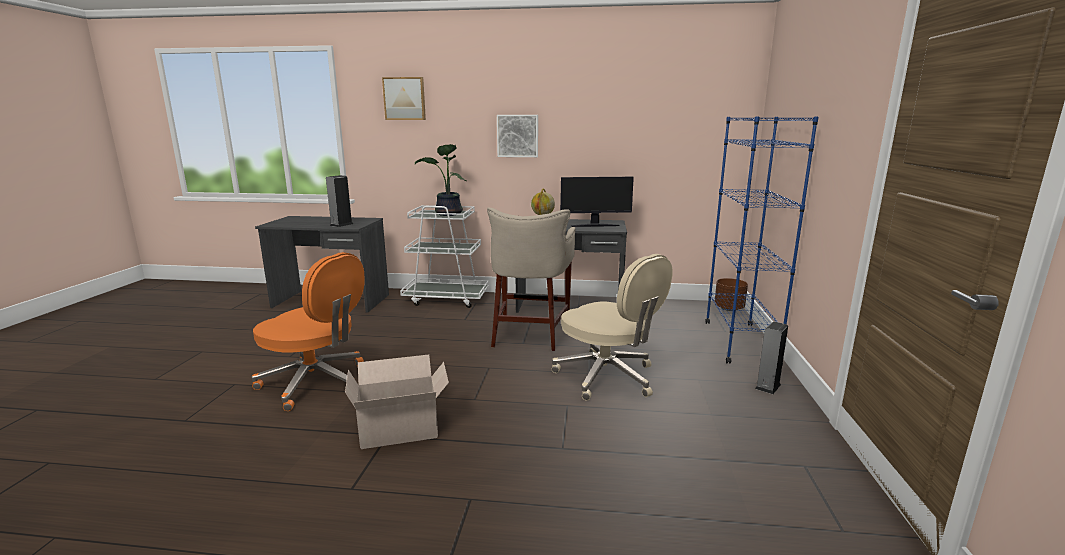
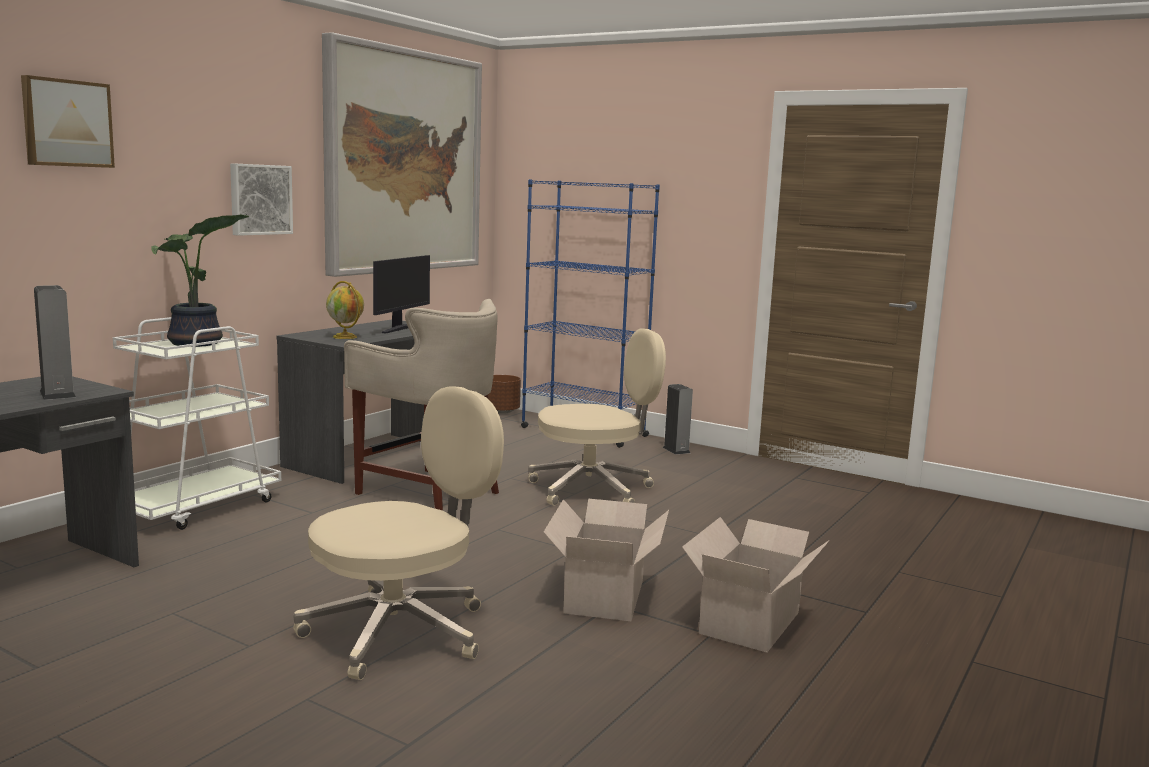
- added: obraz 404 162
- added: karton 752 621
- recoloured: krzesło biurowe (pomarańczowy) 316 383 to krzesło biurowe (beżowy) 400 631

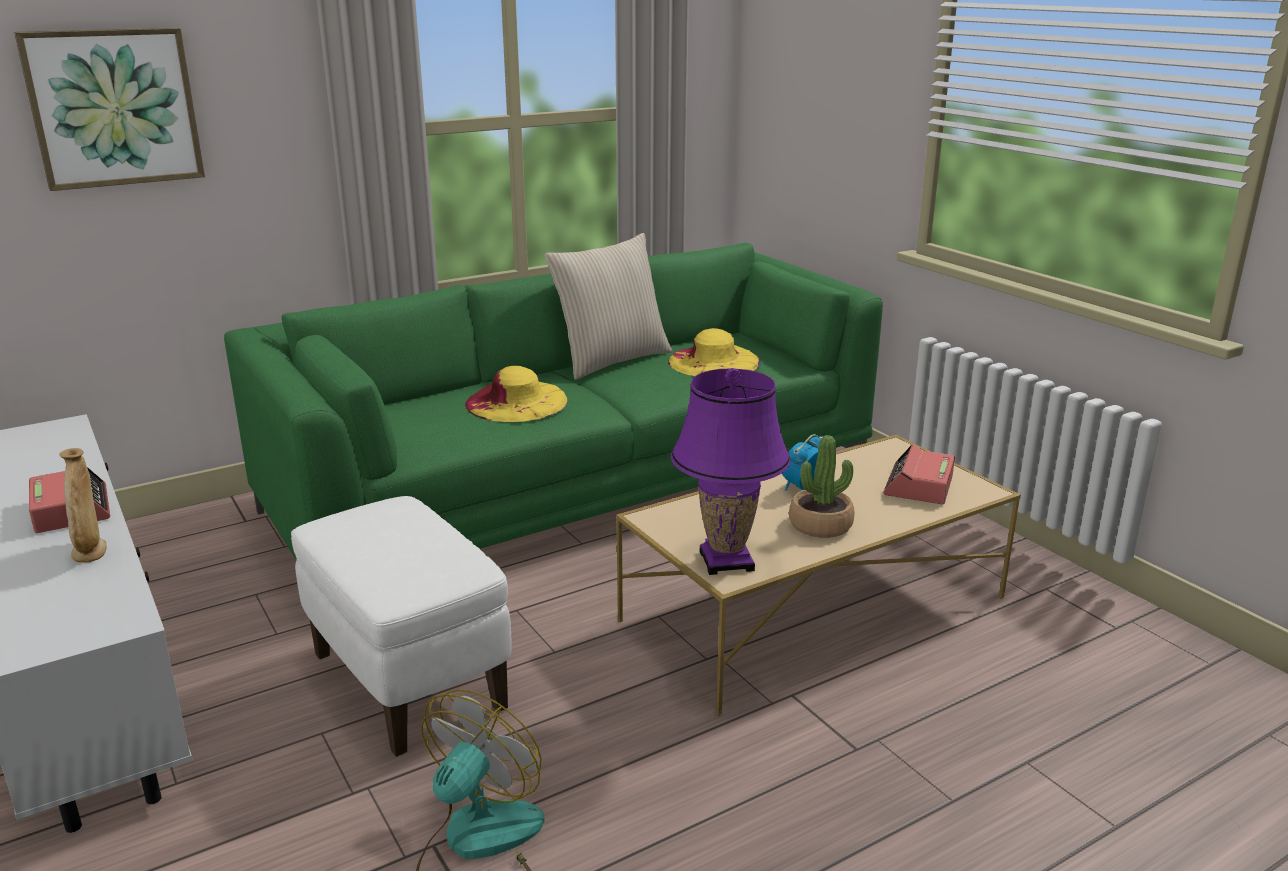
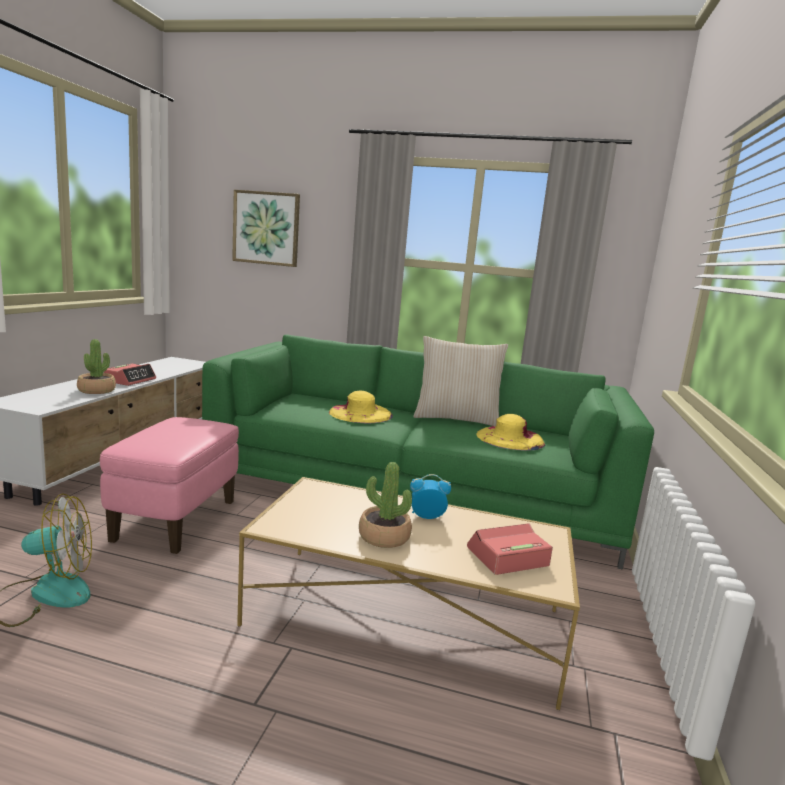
- removed: lampa stołowa (fioletowy) 726 561
- replaced: wazon (beżowy) 90 552 to roślina doniczkowa 97 390
- recoloured: pufa (biały) 407 681 to pufa (różowy) 176 520

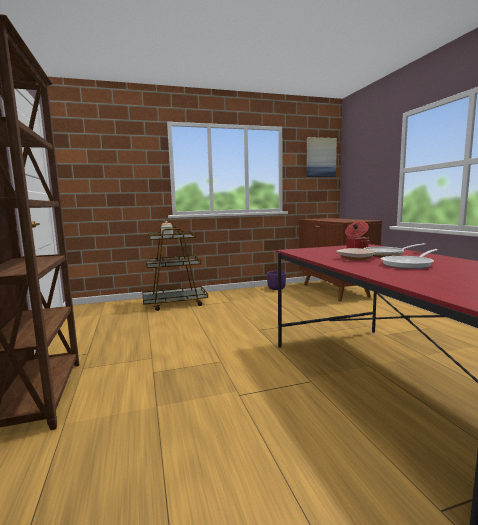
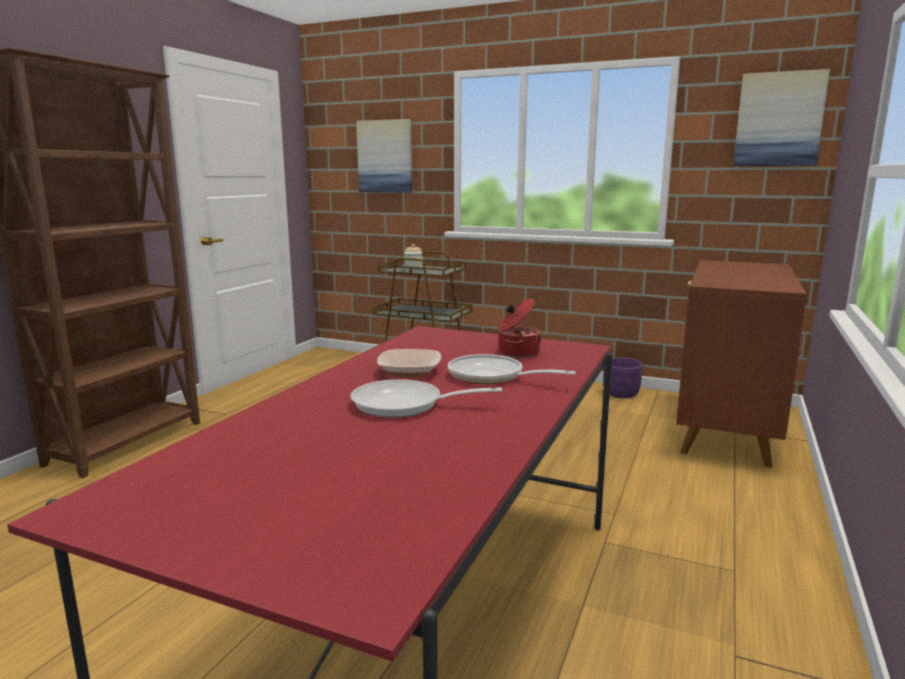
- added: obraz 385 156

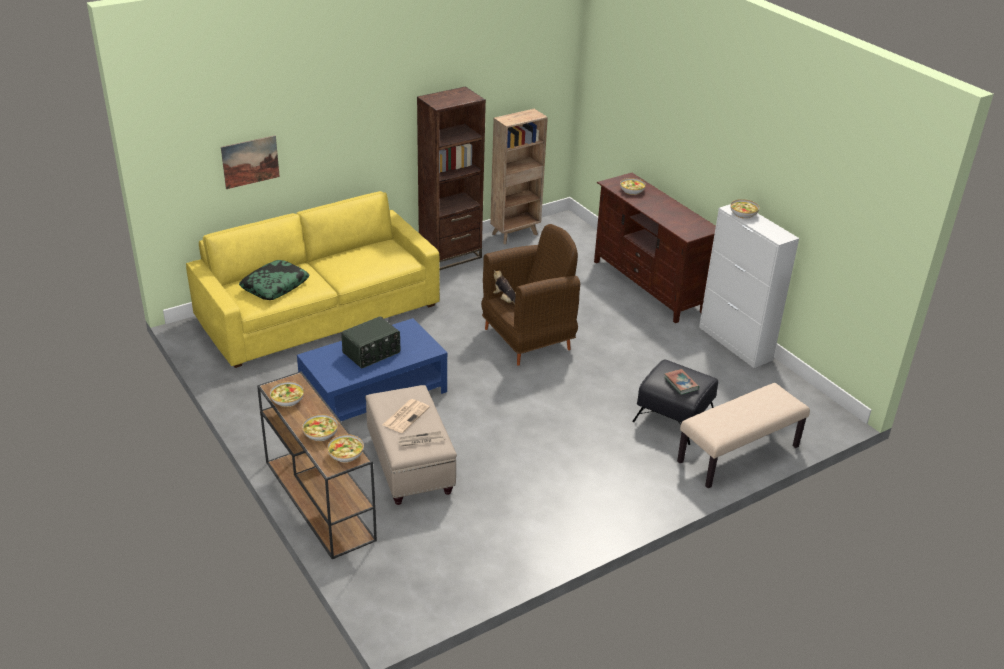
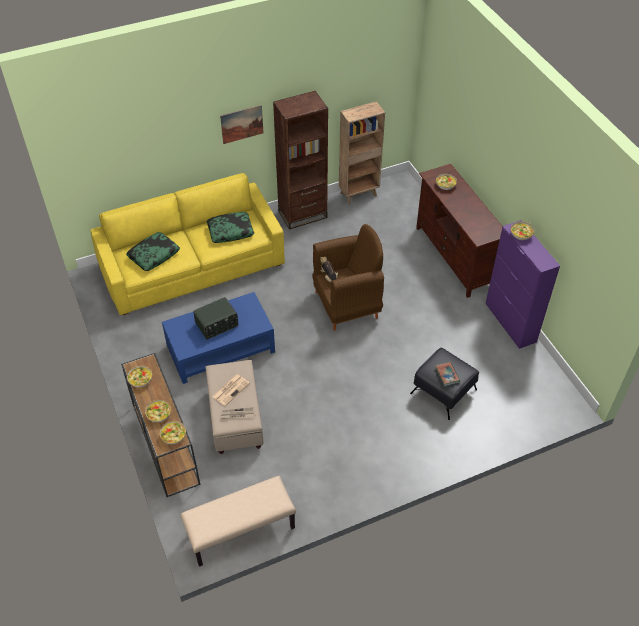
- added: poduszka 230 231
- moved: obraz 250 162 to 242 124
- moved: ławka (beżowy) 738 455 to 240 531
- recoloured: szafka (biały) 735 344 to szafka (fioletowy) 510 322

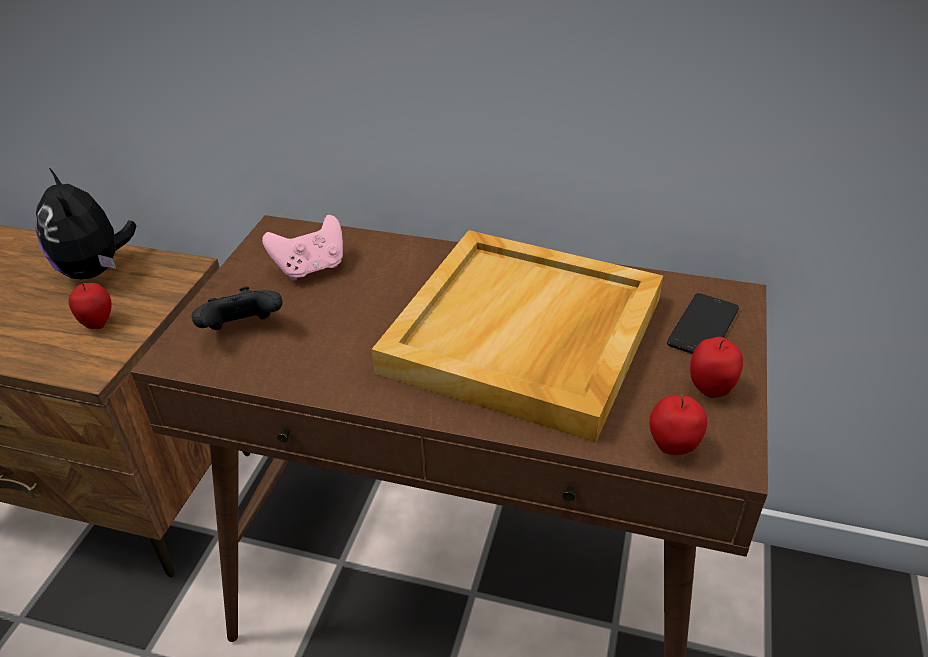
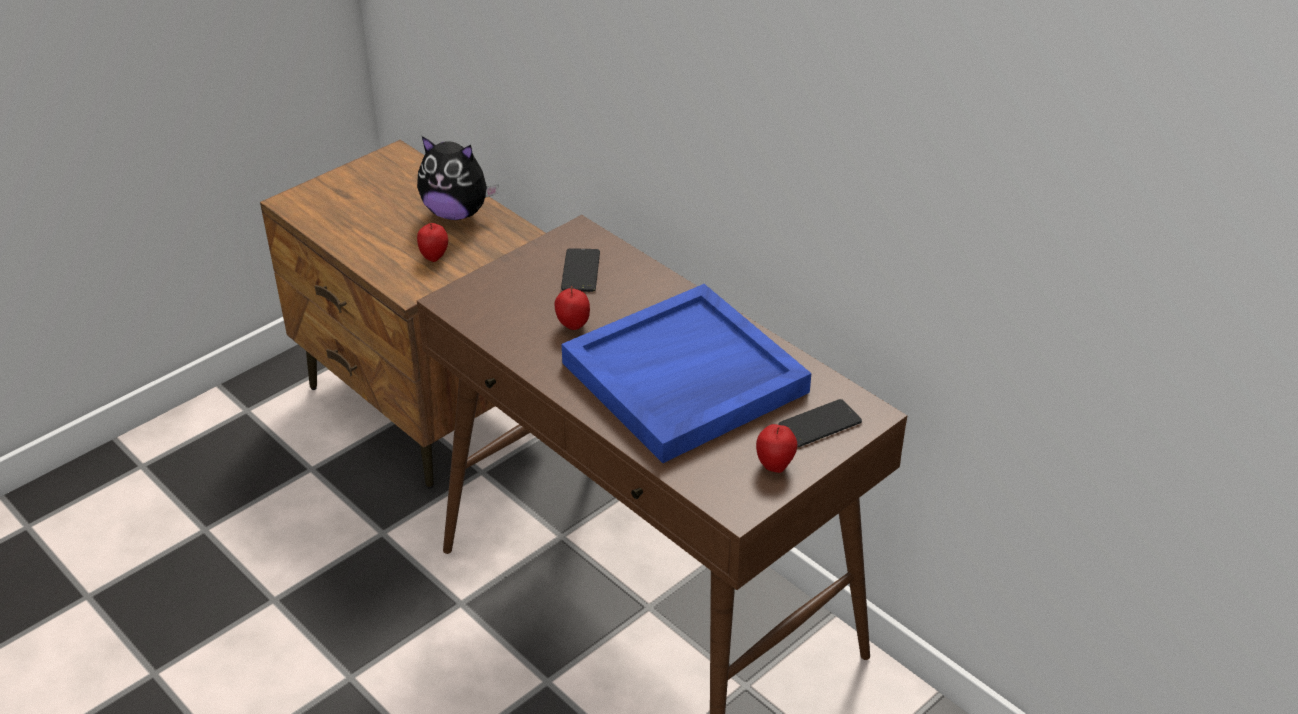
- removed: pad do gier (czarny) 242 330
- moved: jabłko 672 448 to 573 326
- replaced: pad do gier (różowy) 311 268 to telefon 580 271
- recoloured: taca (beżowy) 525 336 to taca (niebieski) 684 379
- turned: pluszak 96 271 = 457 213 75 degrees counterclockwise

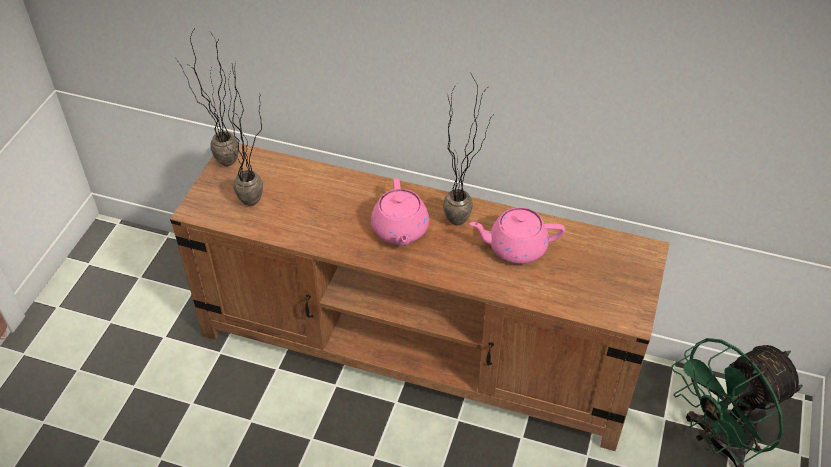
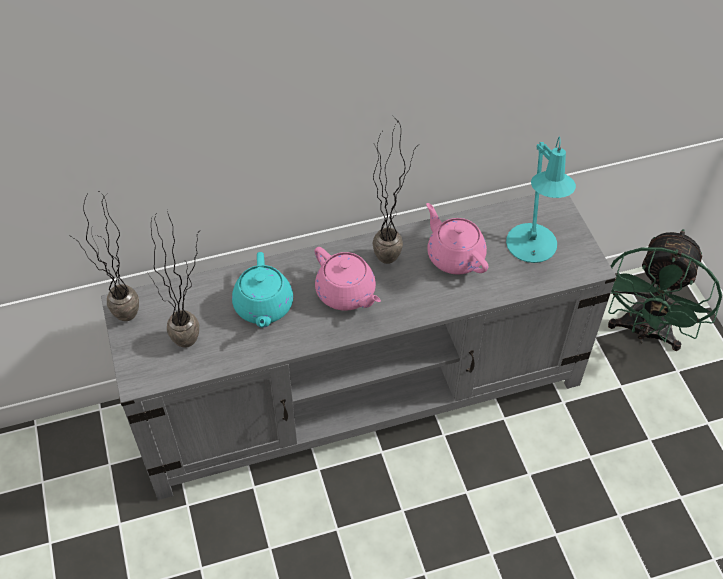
- added: imbryk (turkusowy) 263 307
- added: lampa stołowa (turkusowy) 532 249
- recoloured: szafka pod telewizor (brązowy) 418 348 to szafka pod telewizor (szary) 362 394
- turned: imbryk (różowy) 515 247 = 454 256 90 degrees clockwise

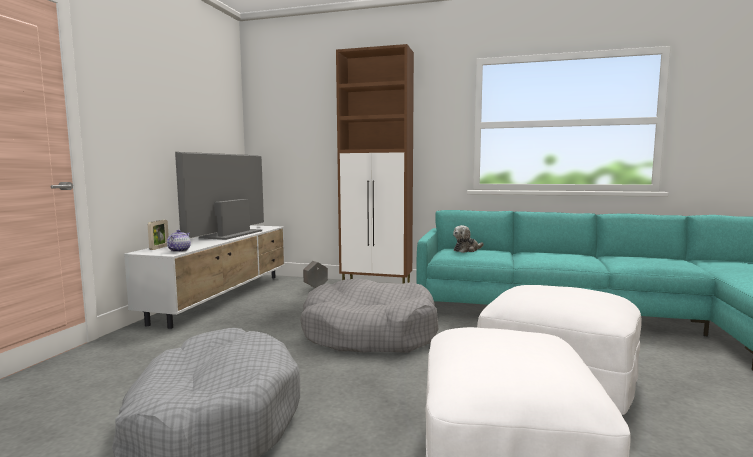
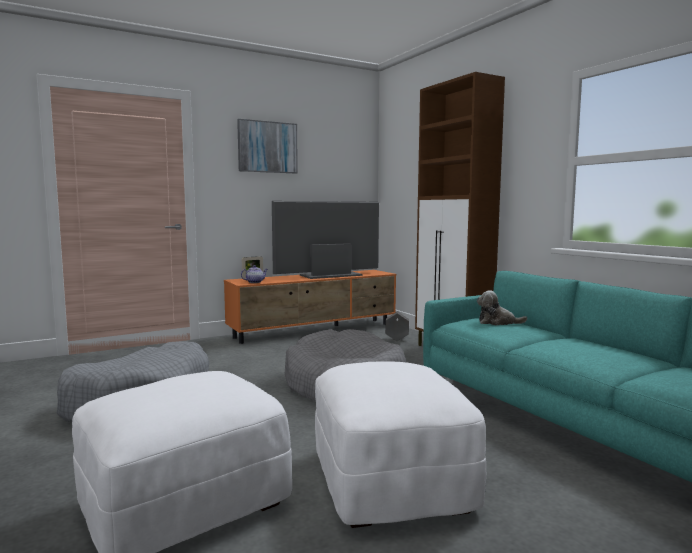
- added: obraz 267 147
- recoloured: szafka pod telewizor (biały) 223 297 to szafka pod telewizor (pomarańczowy) 315 331

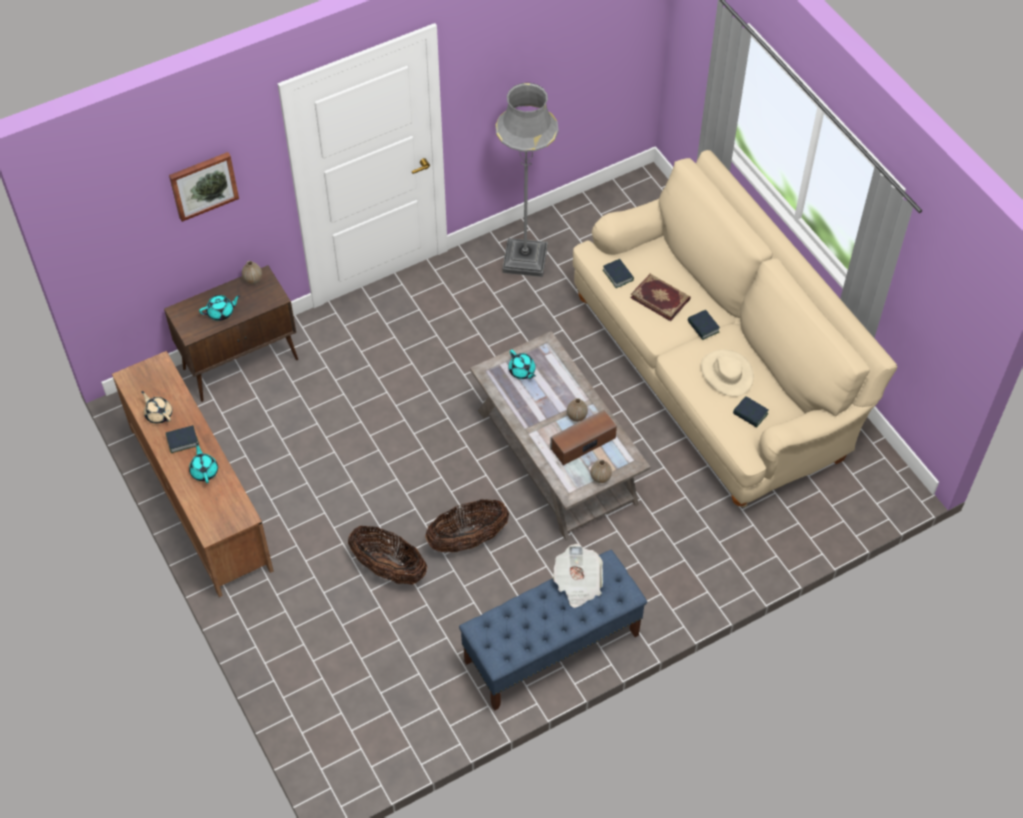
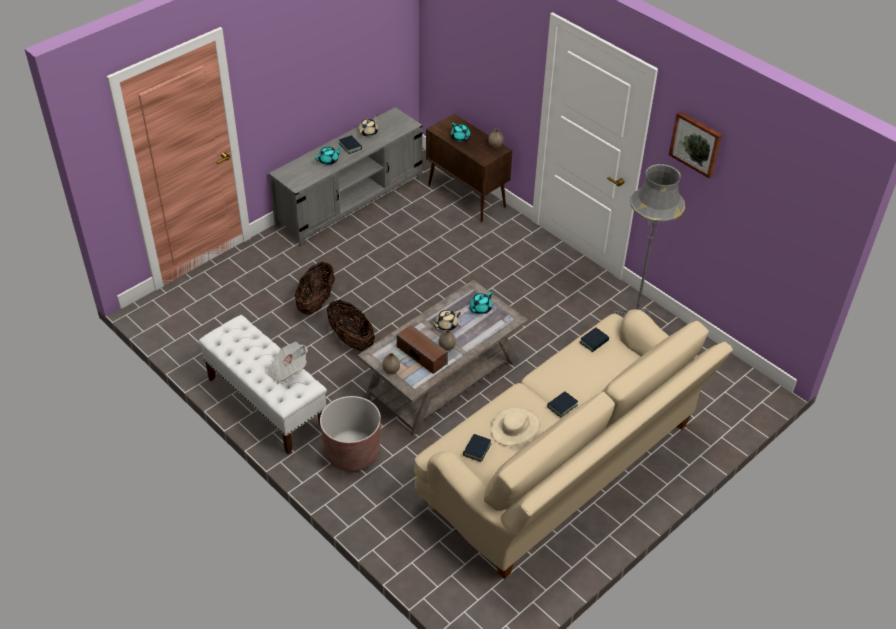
- removed: książka 660 298
- added: donica (brązowy) 352 453
- added: imbryk (beżowy) 446 325
- moved: obraz 203 185 to 696 143
- recoloured: szafka pod telewizor (brązowy) 199 496 to szafka pod telewizor (szary) 351 201
- recoloured: ławka (niebieski) 551 648 to ławka (biały) 266 403

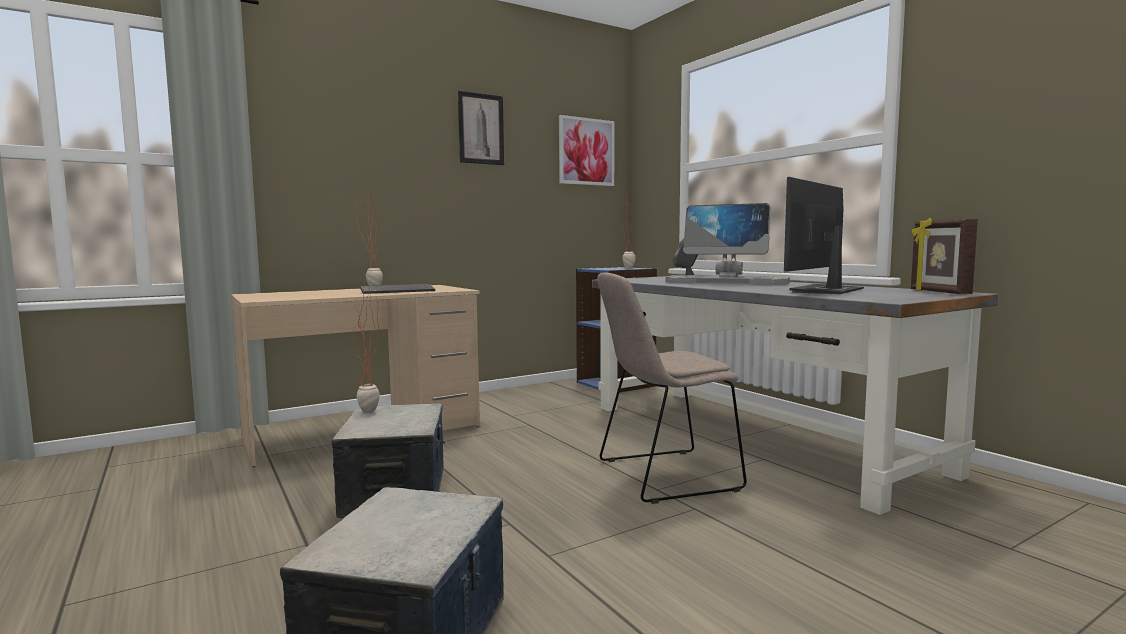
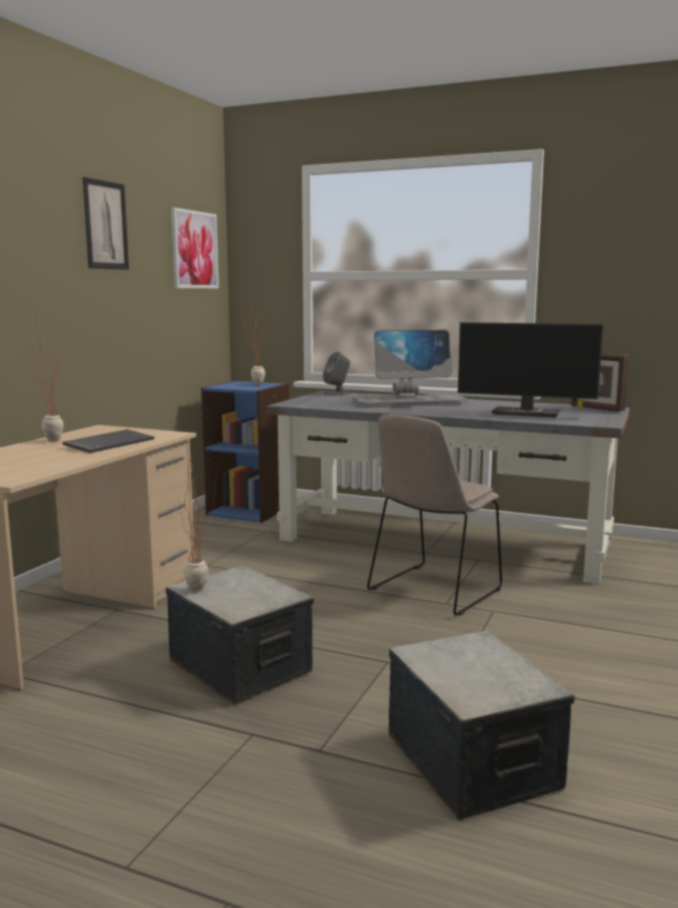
- turned: monitor 827 291 = 527 413 75 degrees counterclockwise

